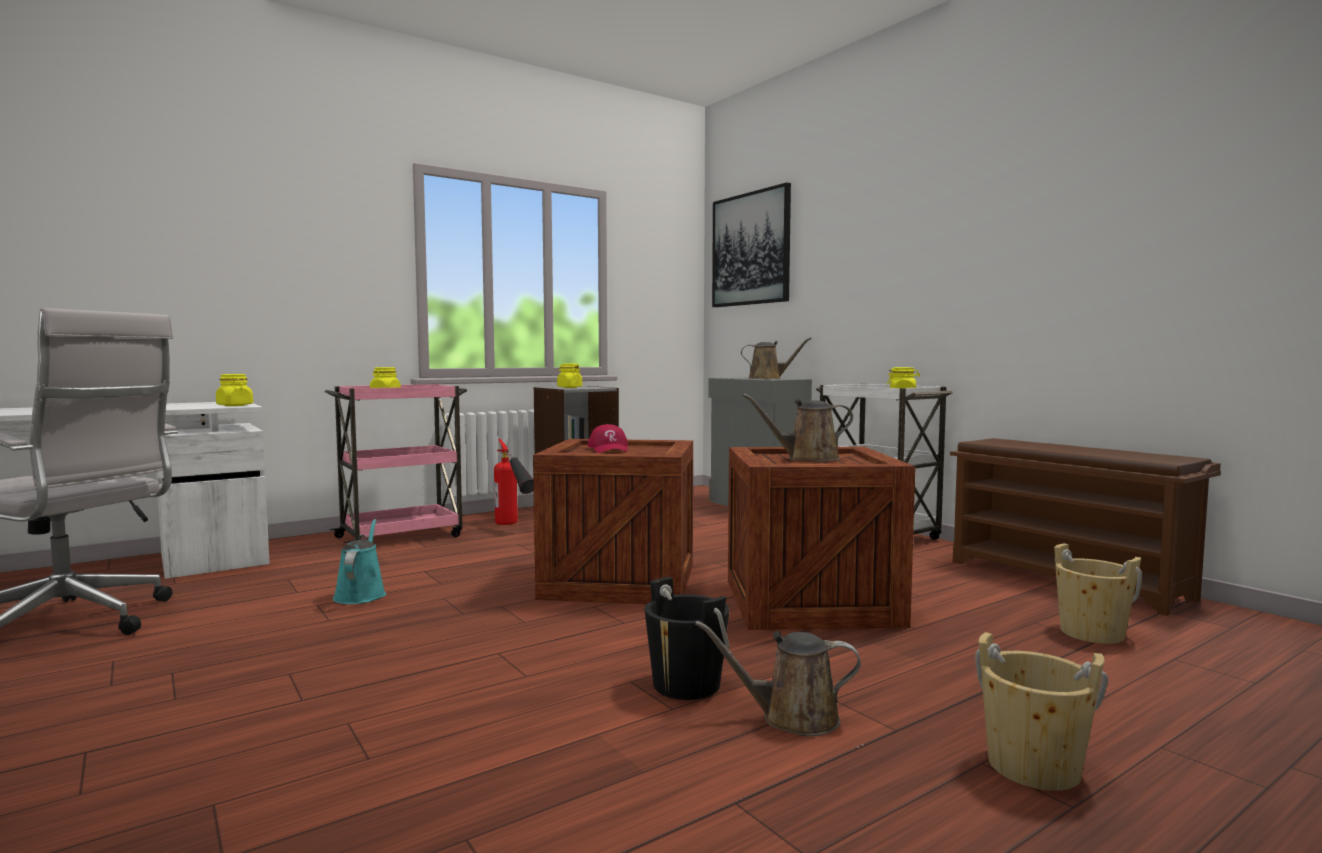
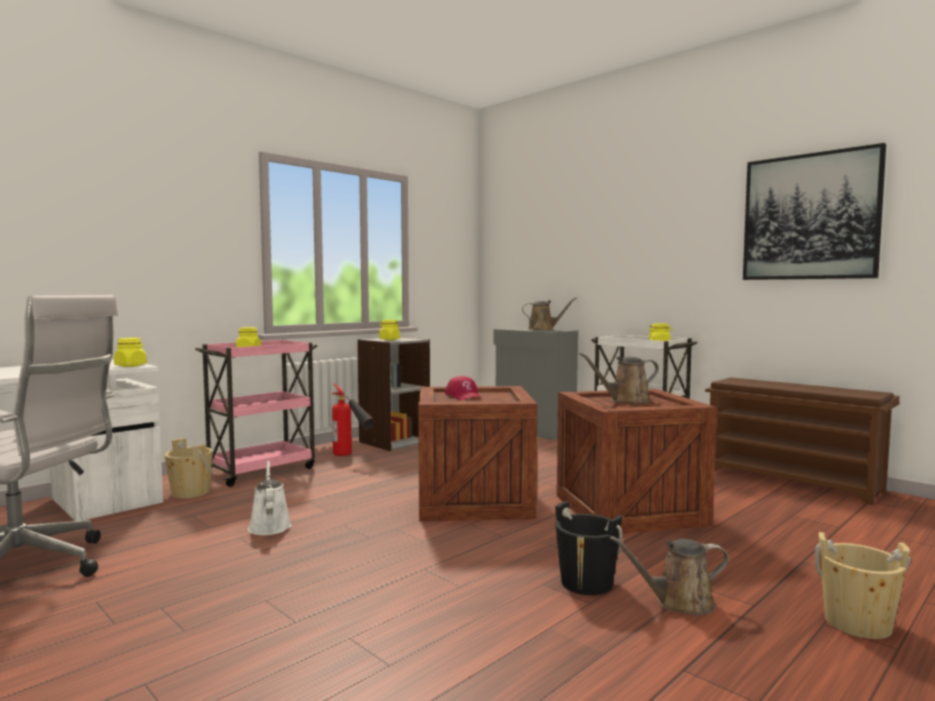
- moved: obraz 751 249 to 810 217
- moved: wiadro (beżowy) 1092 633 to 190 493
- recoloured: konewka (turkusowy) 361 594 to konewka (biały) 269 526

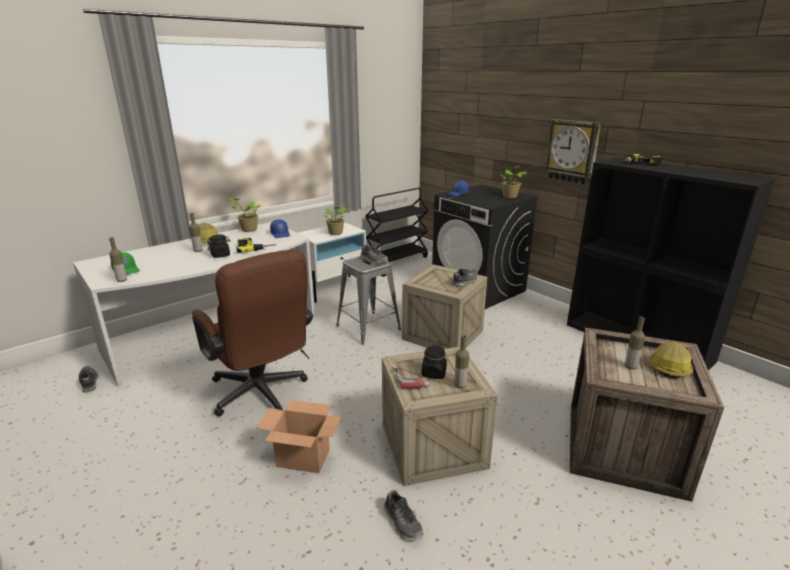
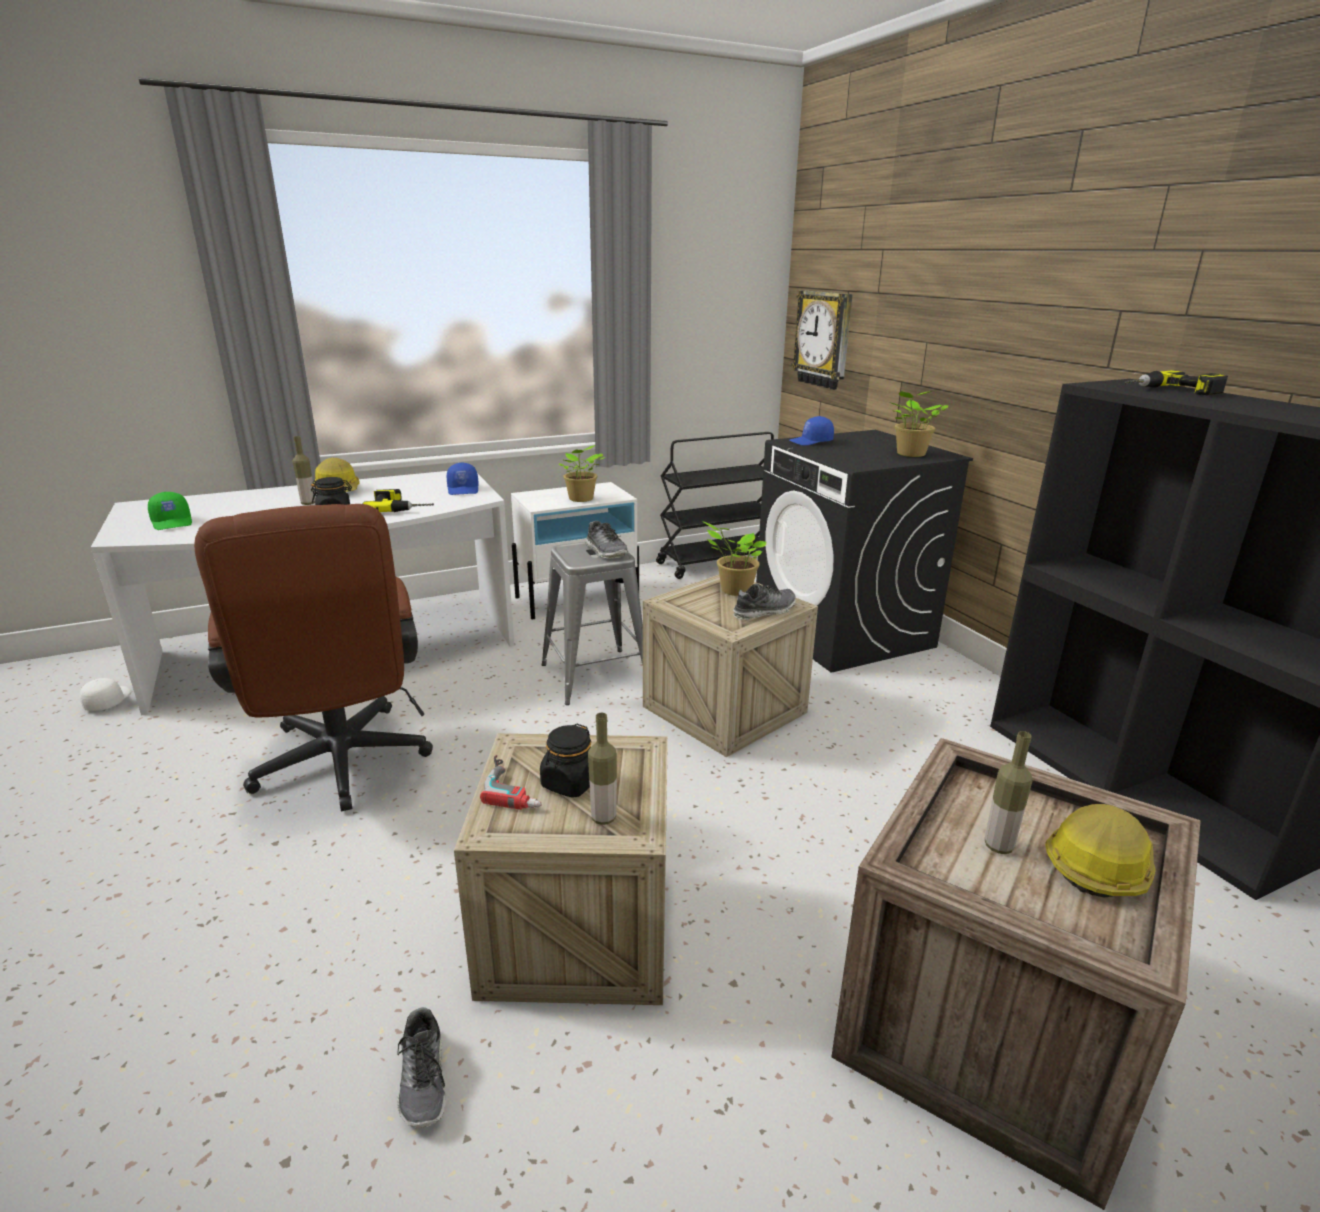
- removed: butelka 122 280
- removed: karton 302 458
- moved: roślina doniczkowa 248 230 to 733 590
- moved: zegar ścienny 572 151 to 824 339
- replaced: but 89 382 to czapka z daszkiem (biały) 107 701

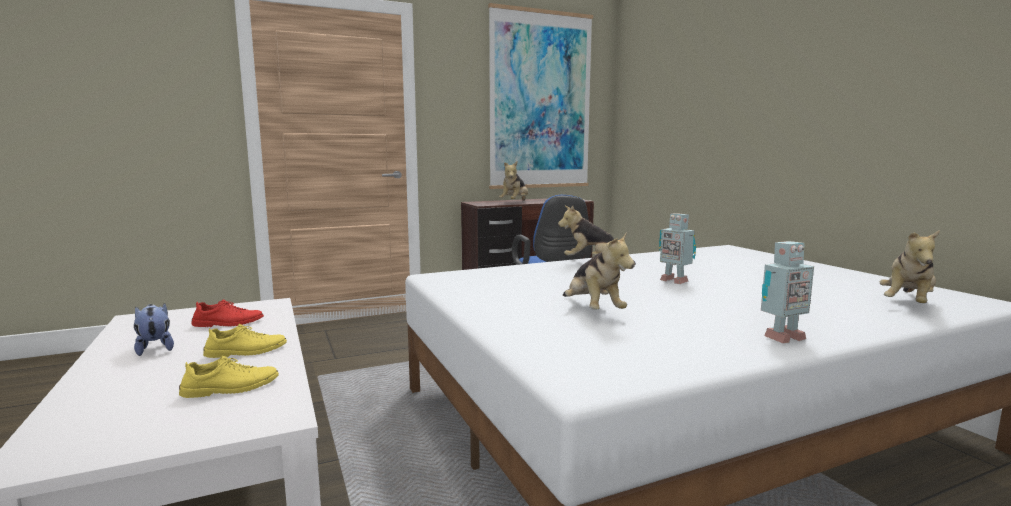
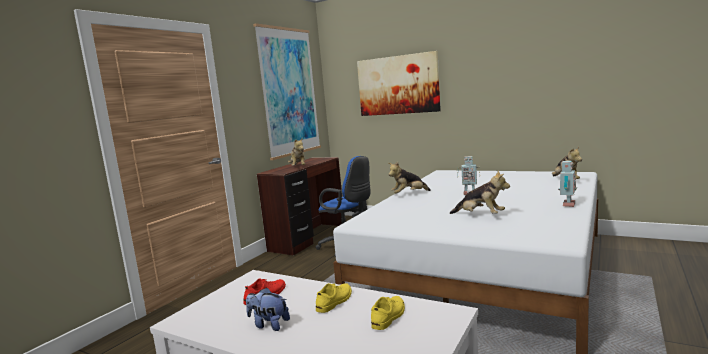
- added: obraz 398 85

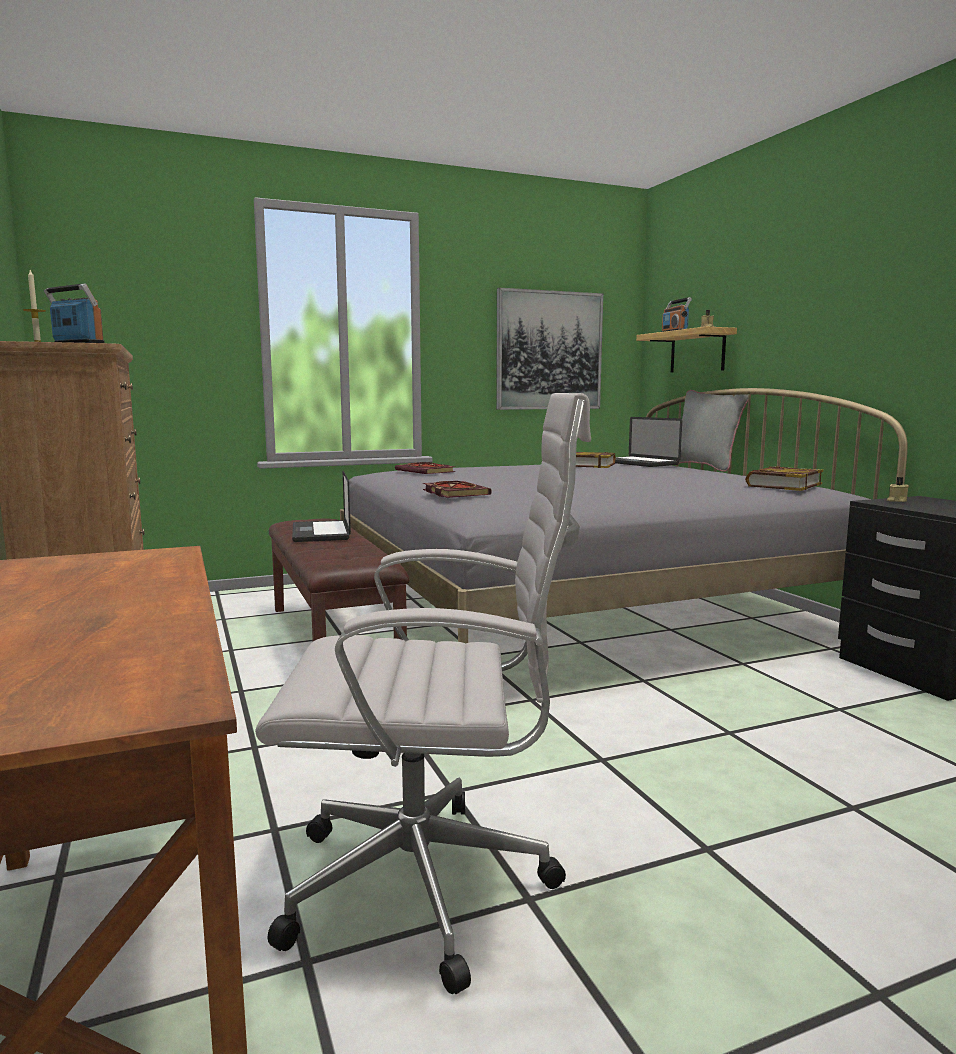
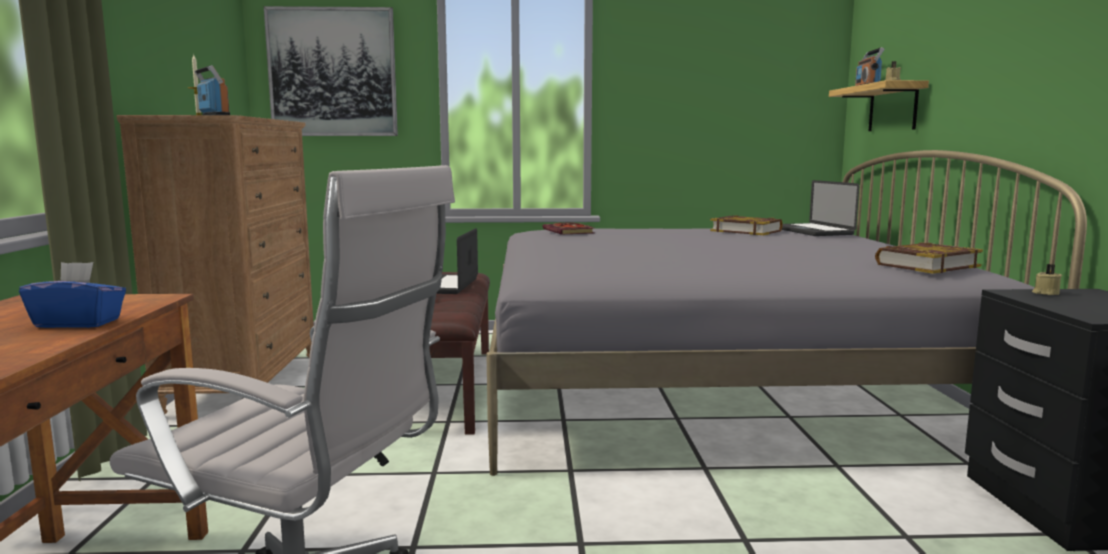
- removed: książka 453 493
- removed: poduszka (szary) 704 467
- added: pudełko chusteczek (niebieski) 78 323
- moved: obraz 549 351 to 332 72

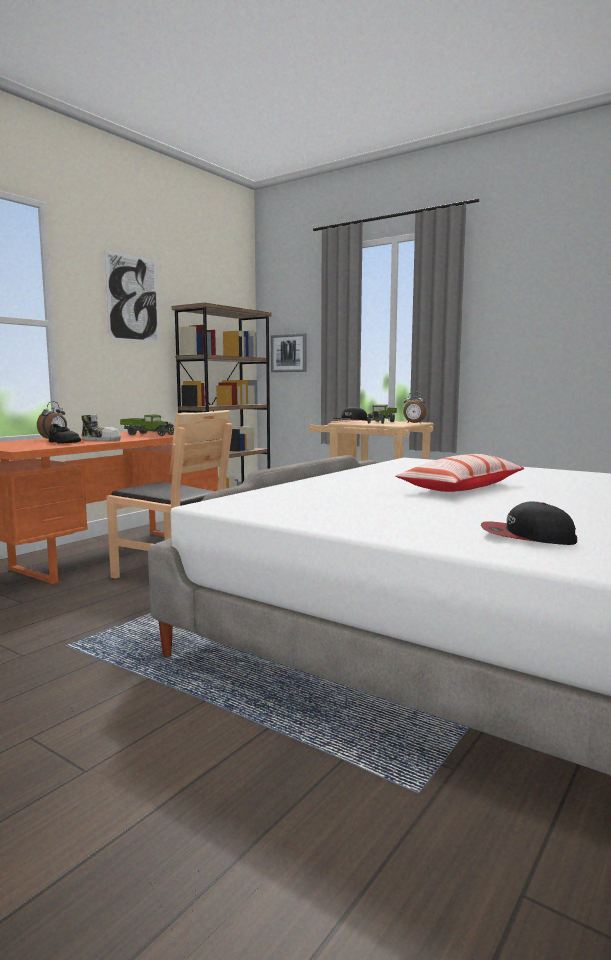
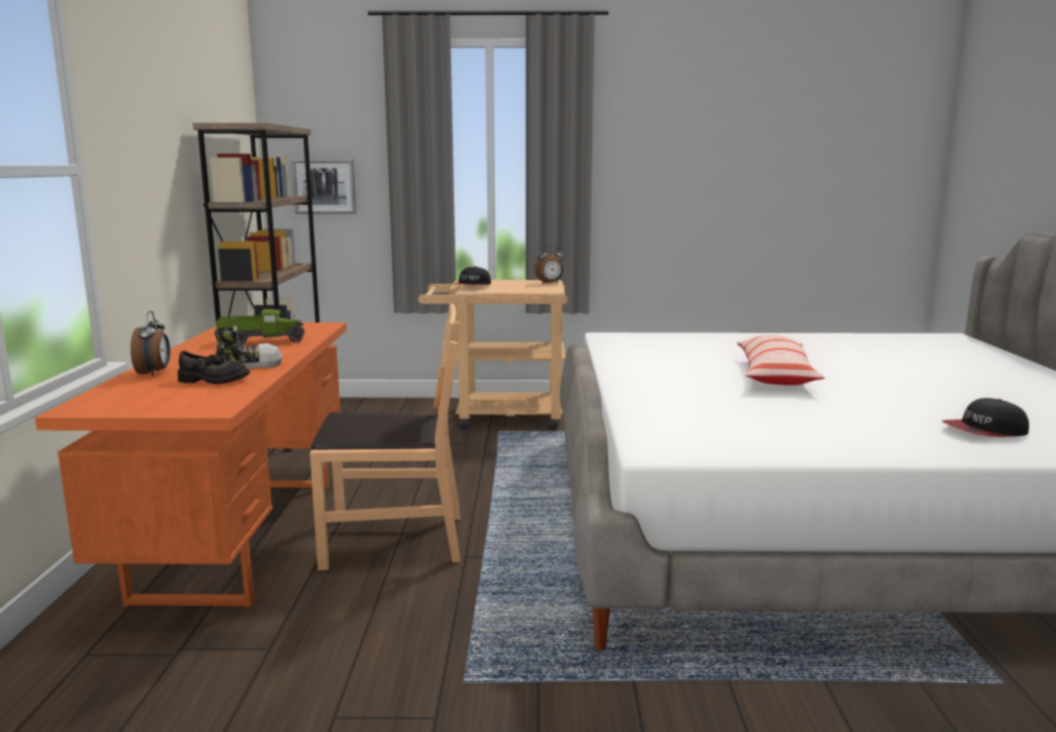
- removed: obraz 133 298
- removed: ciężarówka zabawkowa 381 422

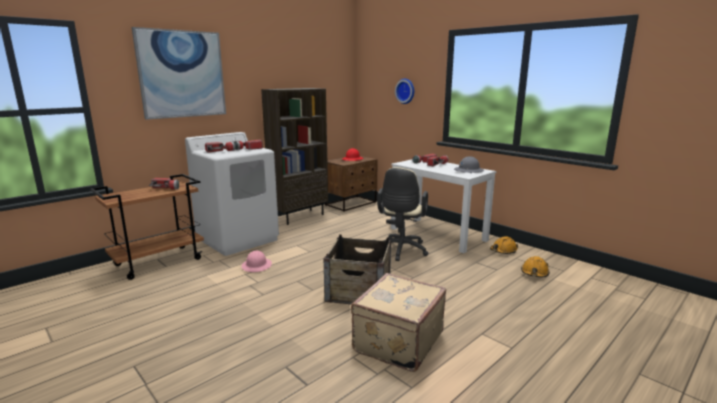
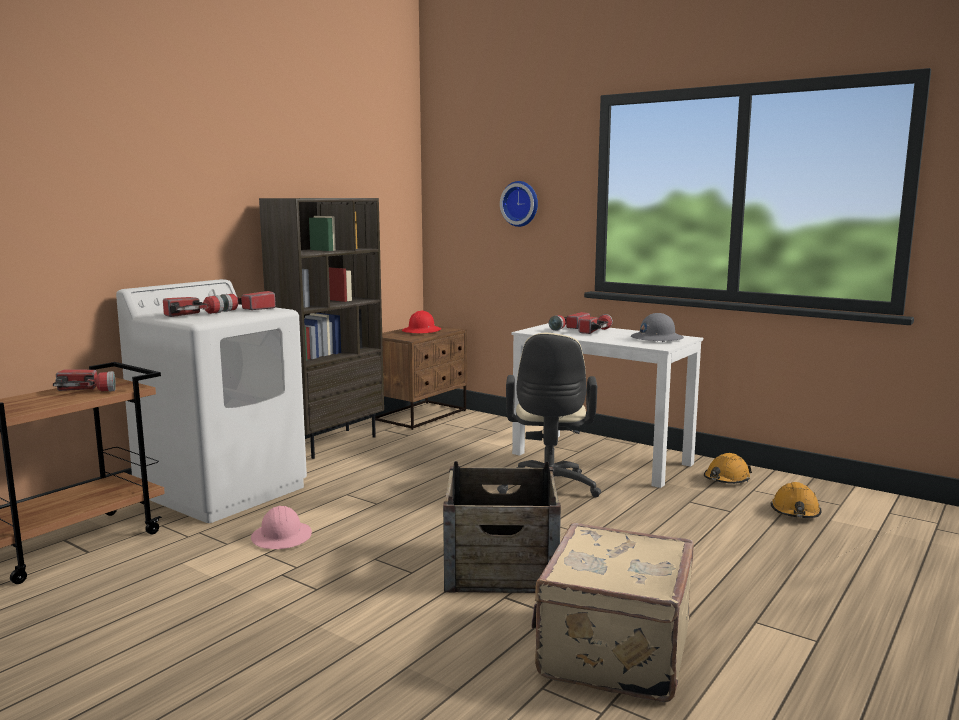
- removed: obraz 182 74

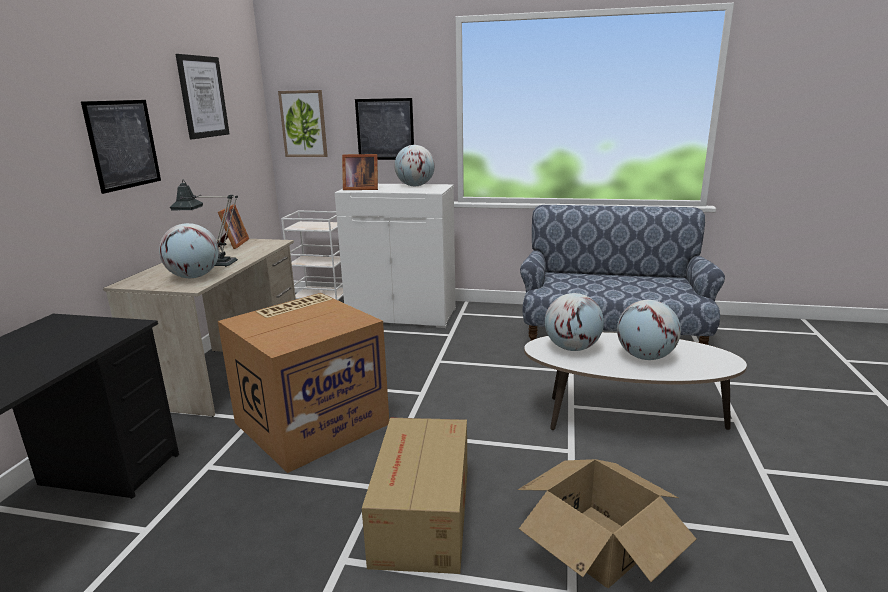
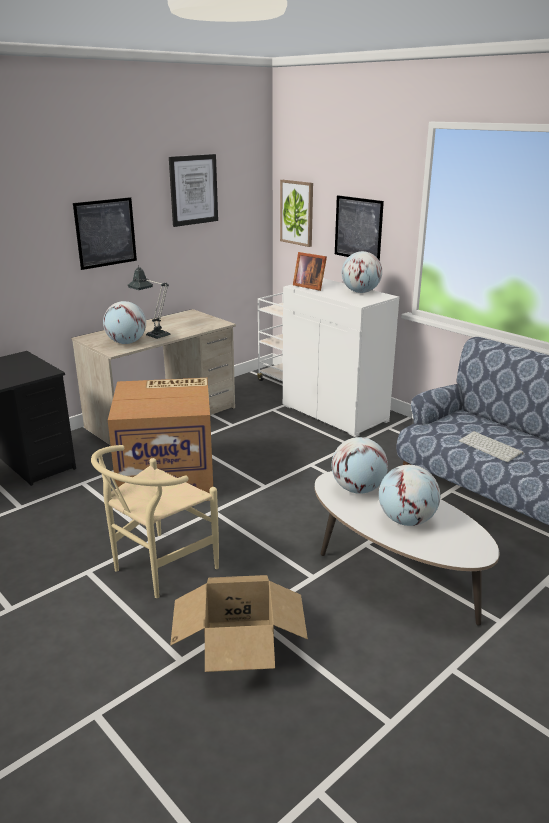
- removed: ramka na zdjęcie 233 245
- added: klawiatura 491 447
- replaced: karton 421 516 to krzesło (beżowy) 157 569

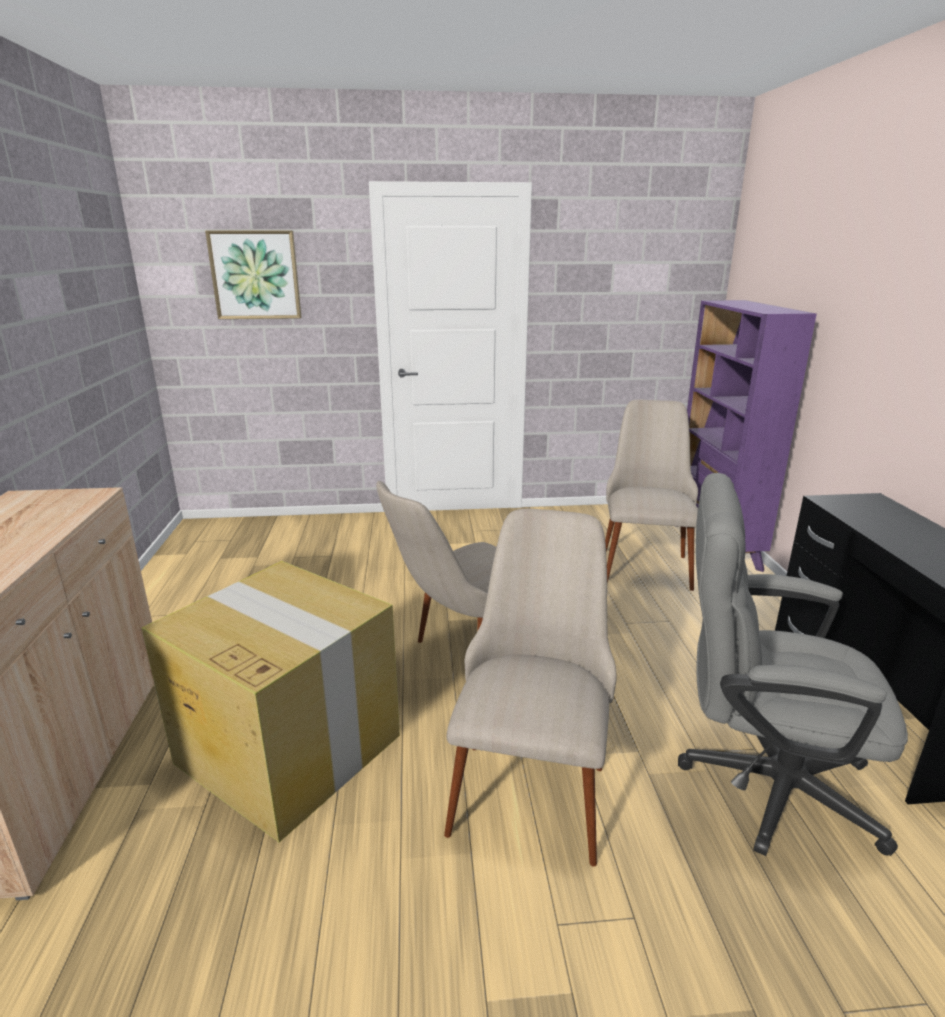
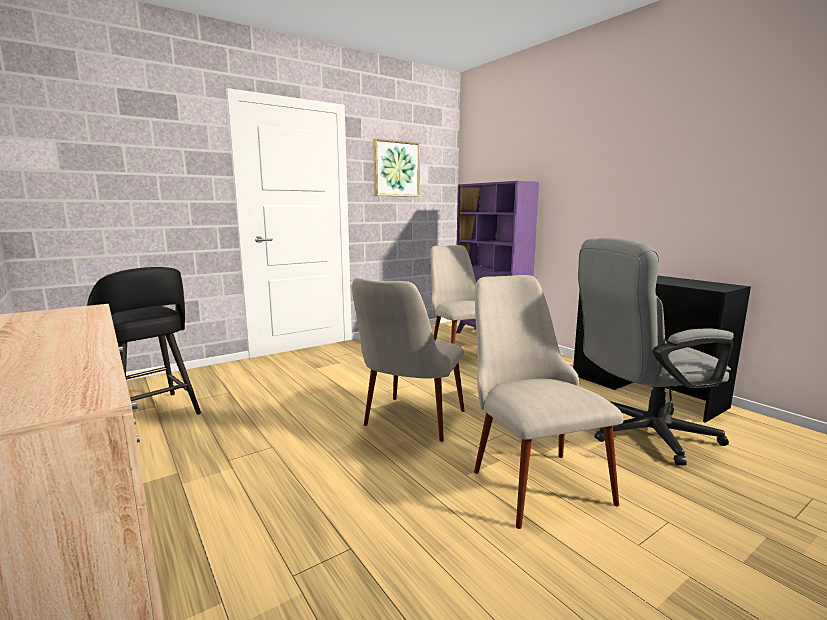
- removed: karton 287 748
- added: stołek (czarny) 150 415
- moved: obraz 255 275 to 396 169

